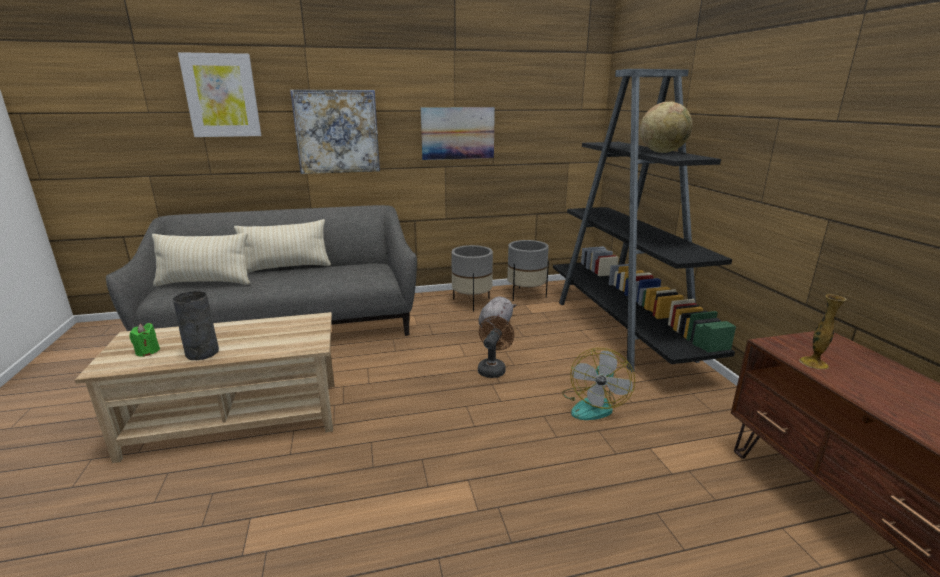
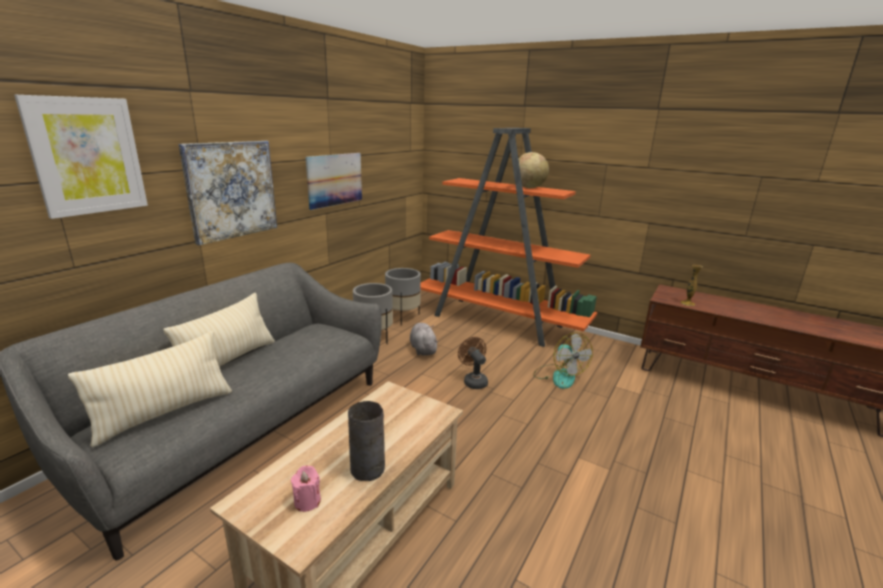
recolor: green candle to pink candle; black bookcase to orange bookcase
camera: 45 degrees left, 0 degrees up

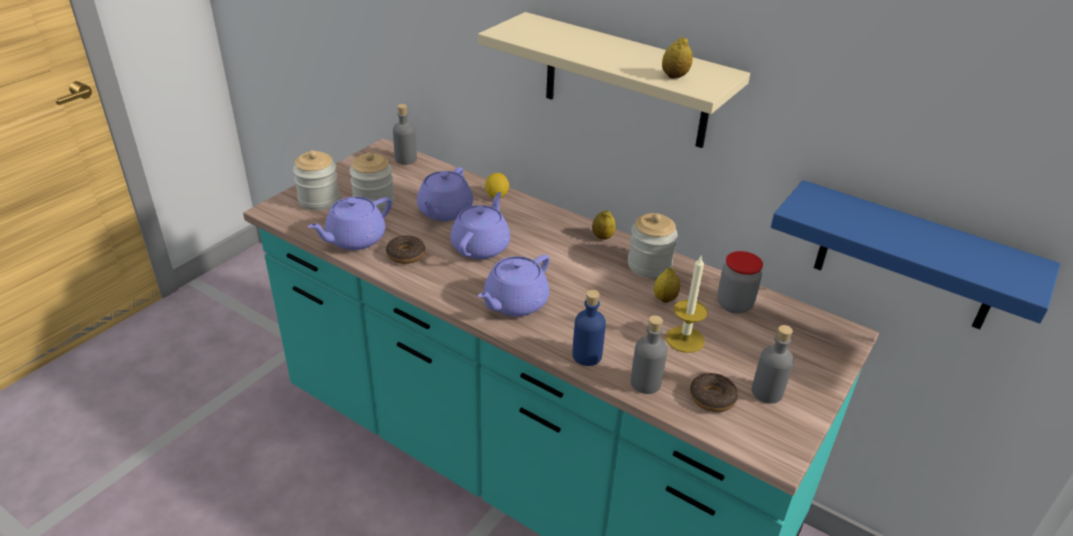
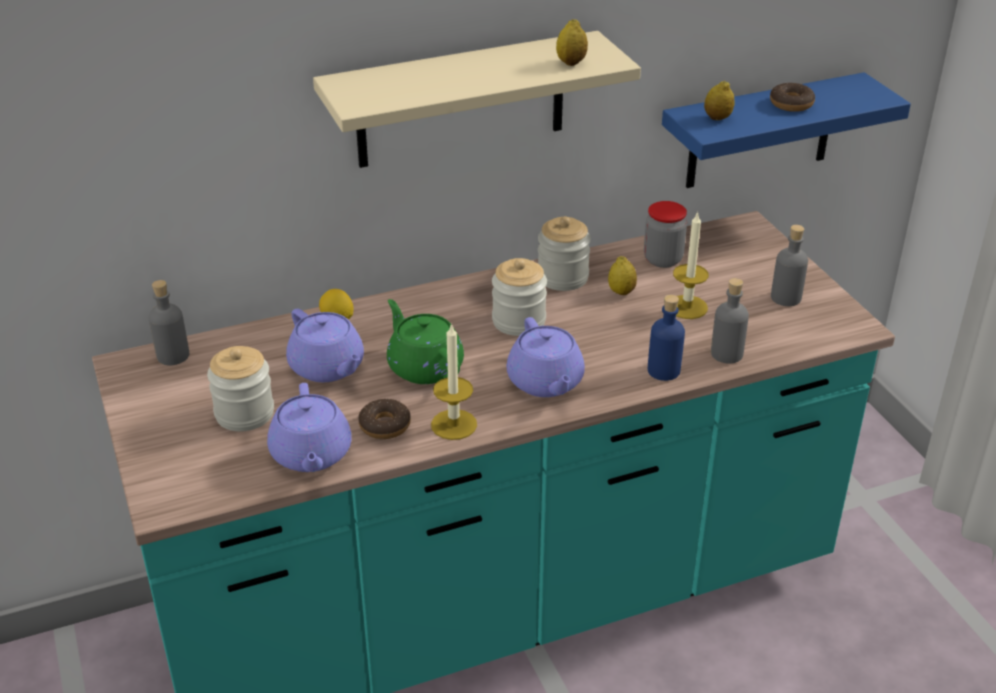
insert: candle (1st from left)
move: jar (1st from left in the first image) to jar (2nd from left); lemon (2nd from left in the first image) to lemon (4th from left); donut (2nd from left)
recolor: purple teapot (3rd from left) to green teapot
camera: 55 degrees left, 0 degrees up

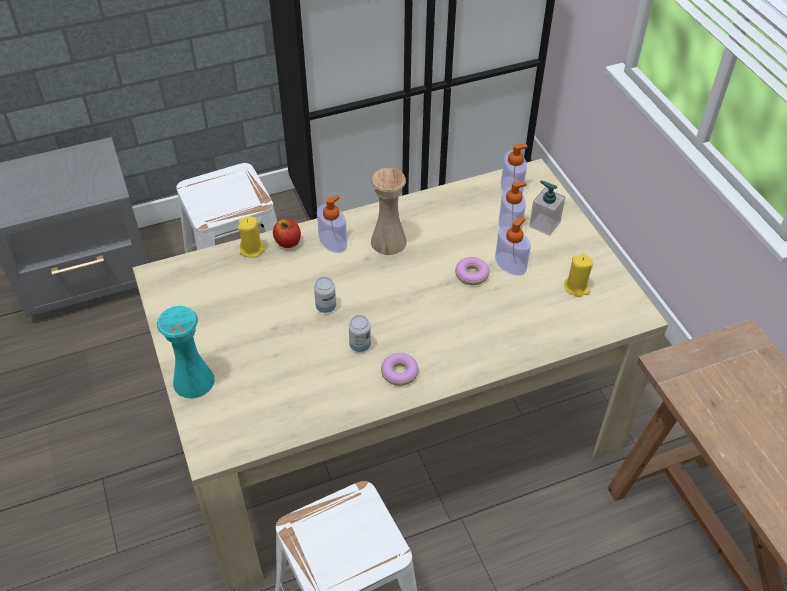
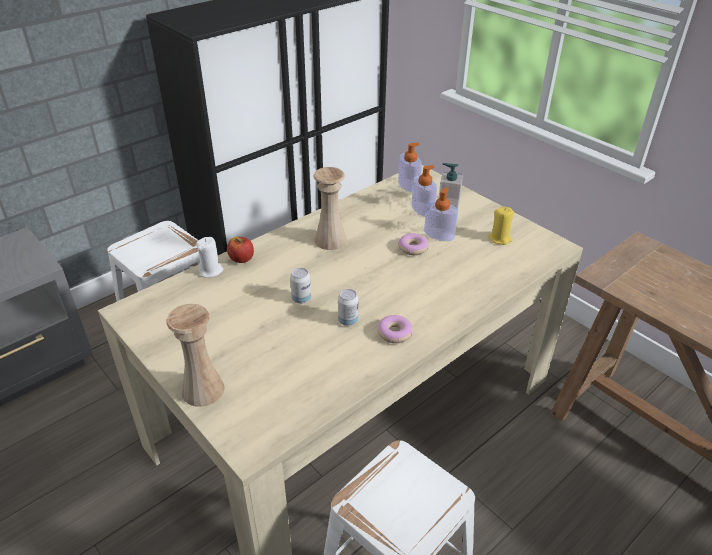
delete: soap dispenser (1st from left)
recolor: turquoise vase to beige vase (1st from left); yellow candle (1st from left) to white candle
camera: 20 degrees left, 10 degrees down

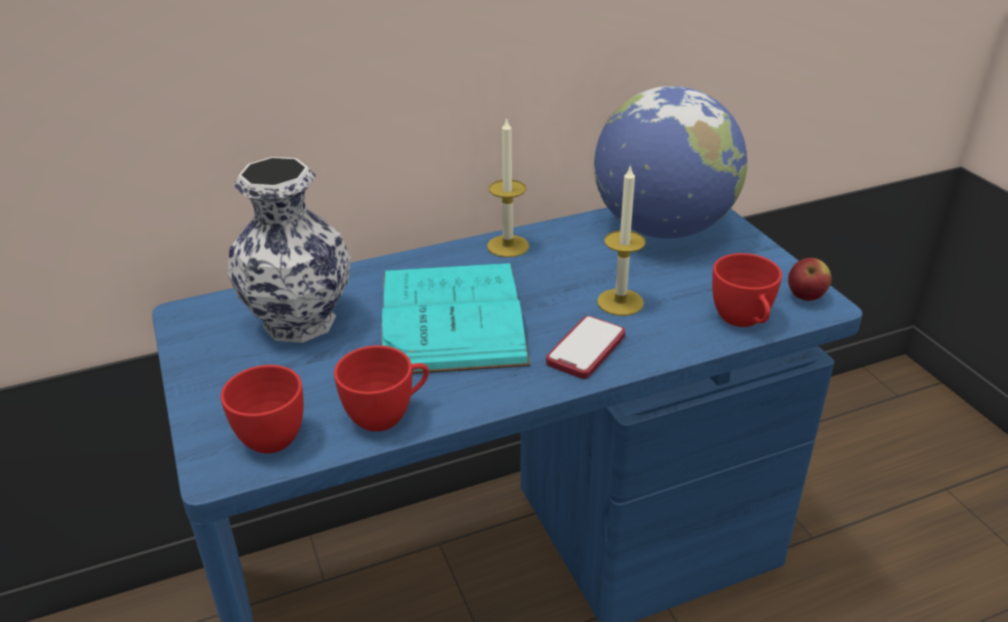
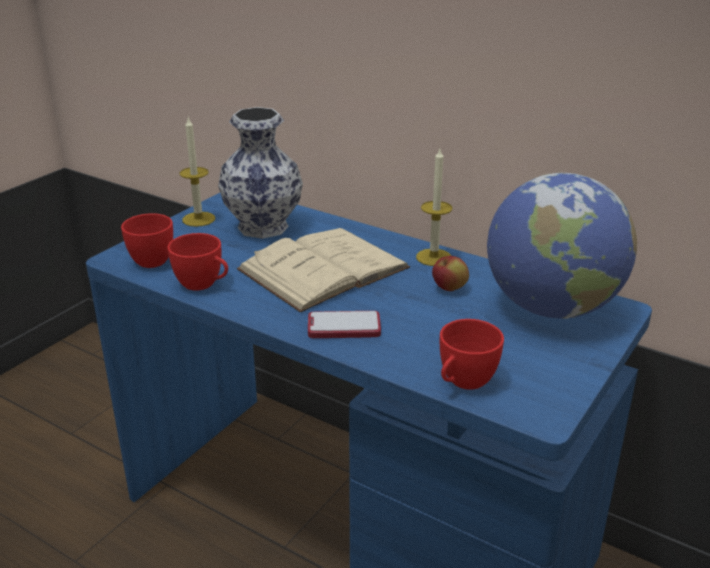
move: candle (2nd from left in the first image) to candle (1st from left); apple
recolor: turquoise book to beige book
camera: 55 degrees right, 5 degrees down

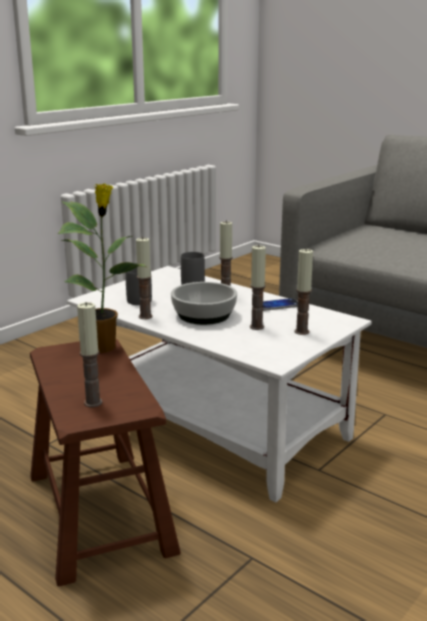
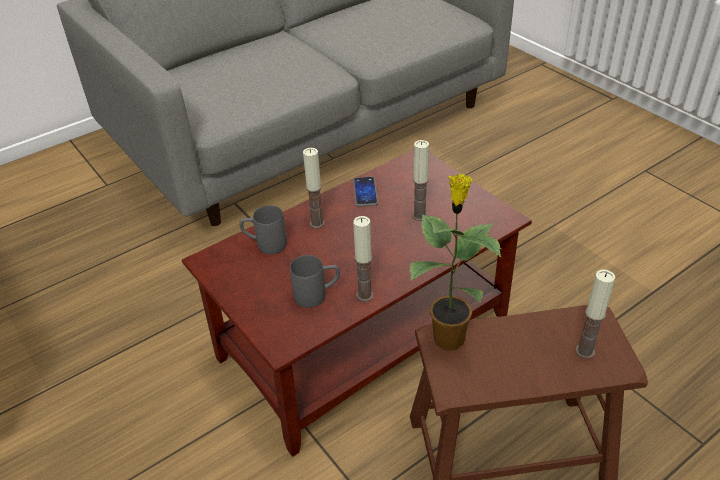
delete: bowl; candle (5th from left)
recolor: white coffee table to brown coffee table
camera: 75 degrees left, 20 degrees up

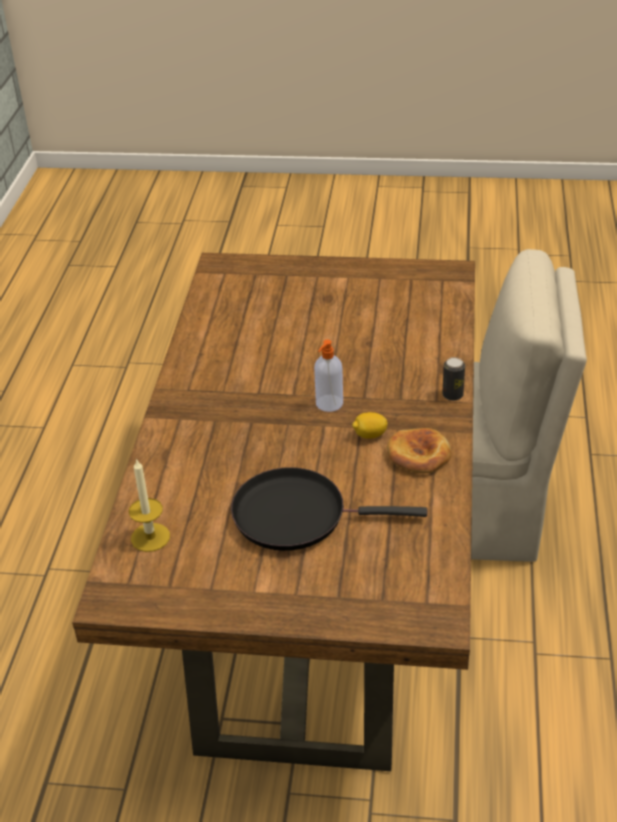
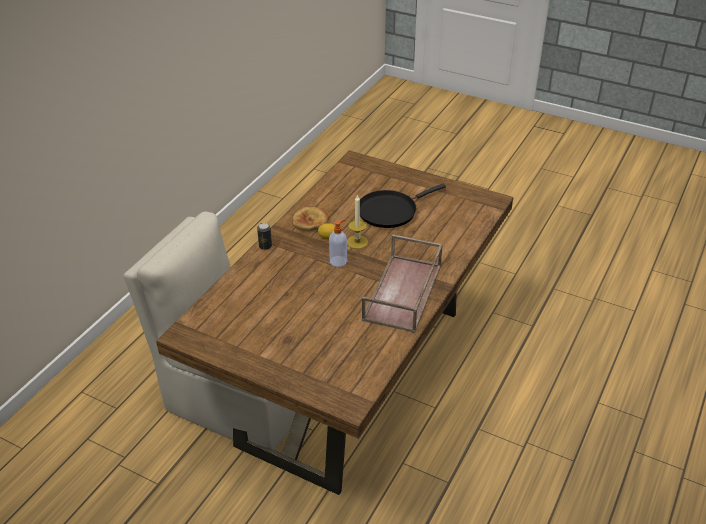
insert: brown tray
move: candle
rotate: black frying pan 120 degrees clockwise
camera: 160 degrees left, 0 degrees up

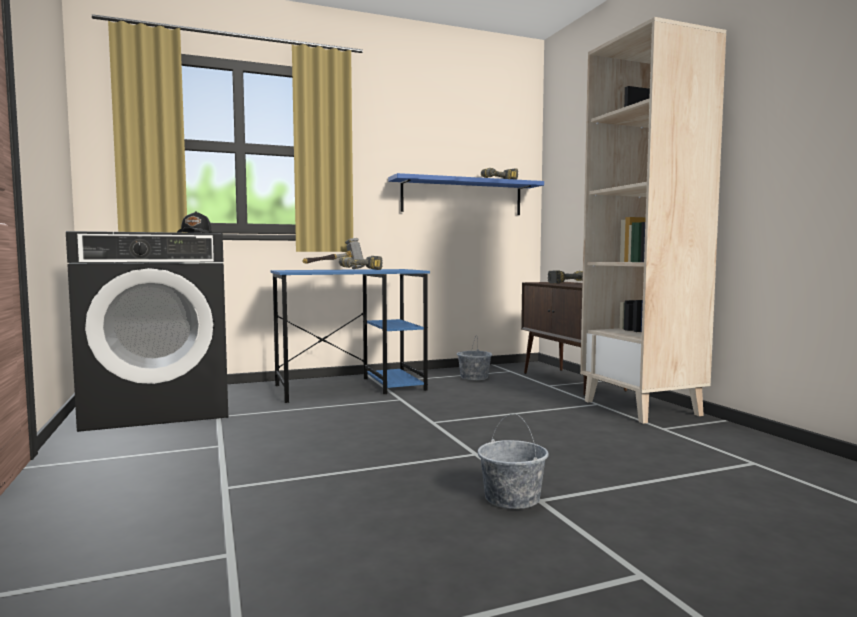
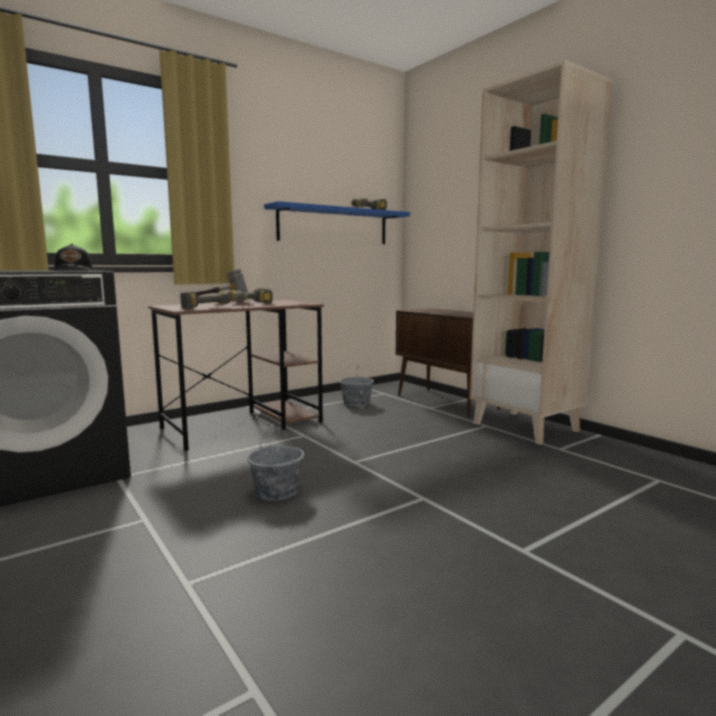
move: grey bucket (2nd from left in the first image) to grey bucket (1st from left); power drill (3rd from left in the first image) to power drill (1st from left)
recolor: blue desk to brown desk
camera: 15 degrees left, 5 degrees up

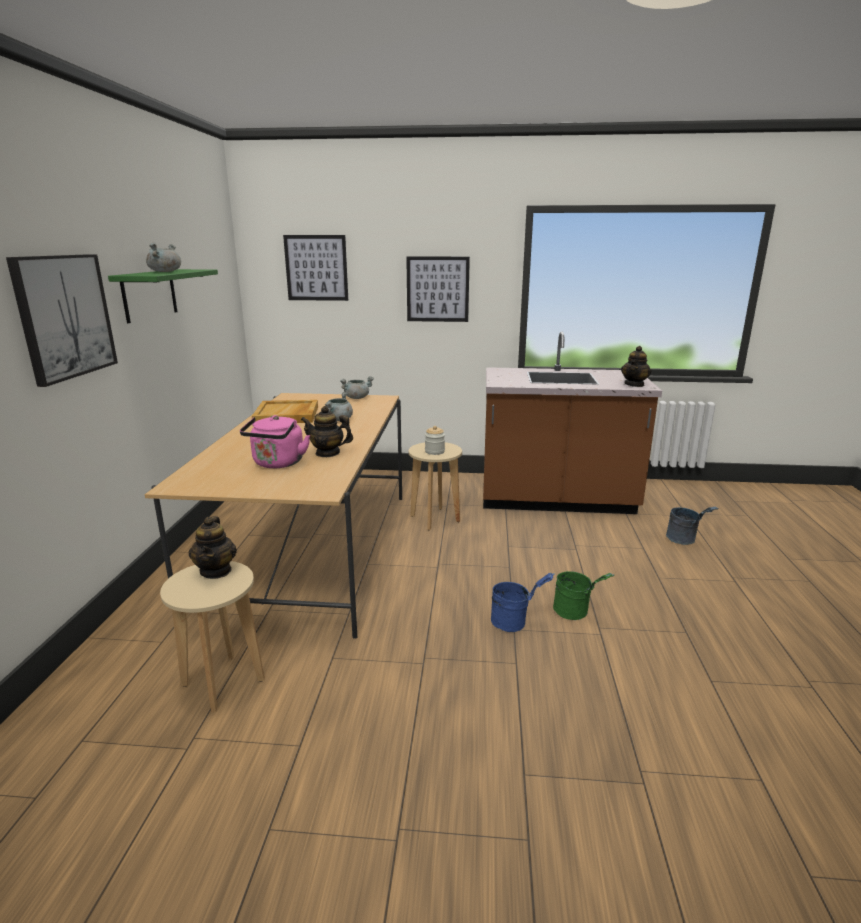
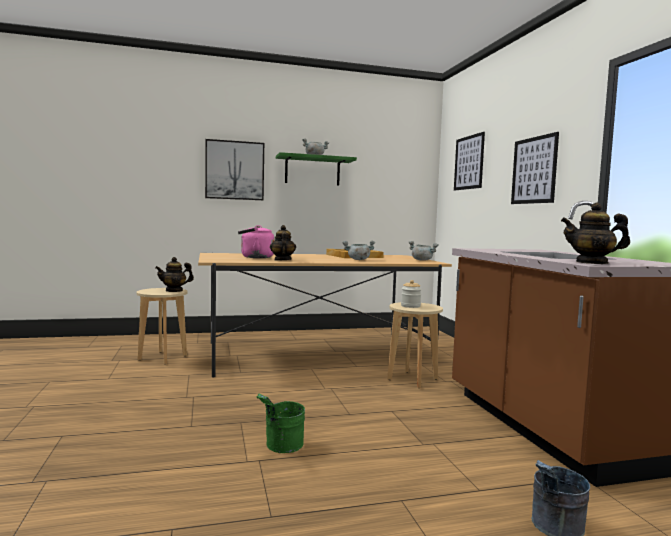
delete: blue bucket
camera: 70 degrees right, 15 degrees down

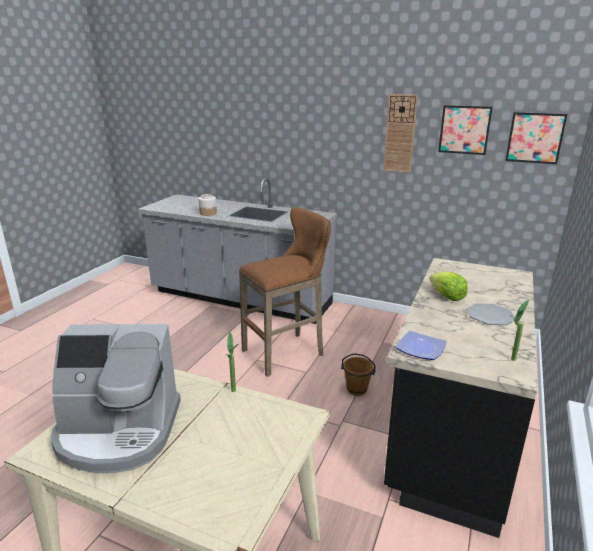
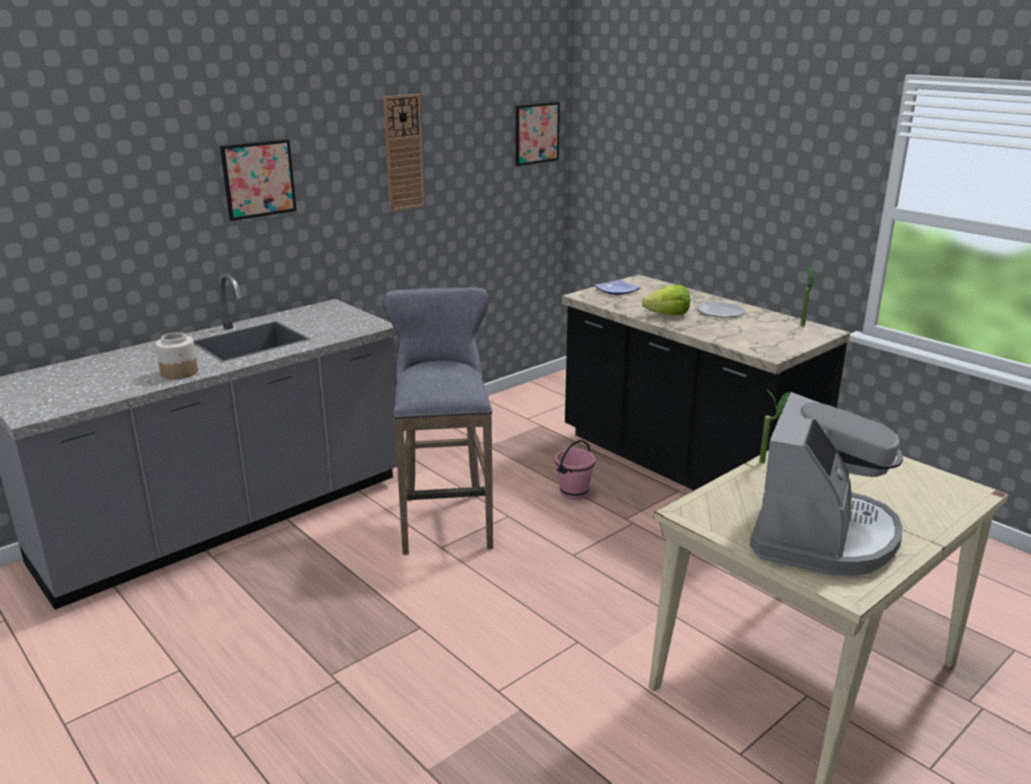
move: plate (1st from left); picture (1st from left)
recolor: brown stool to grey stool; brown bucket to pink bucket
camera: 65 degrees left, 0 degrees up

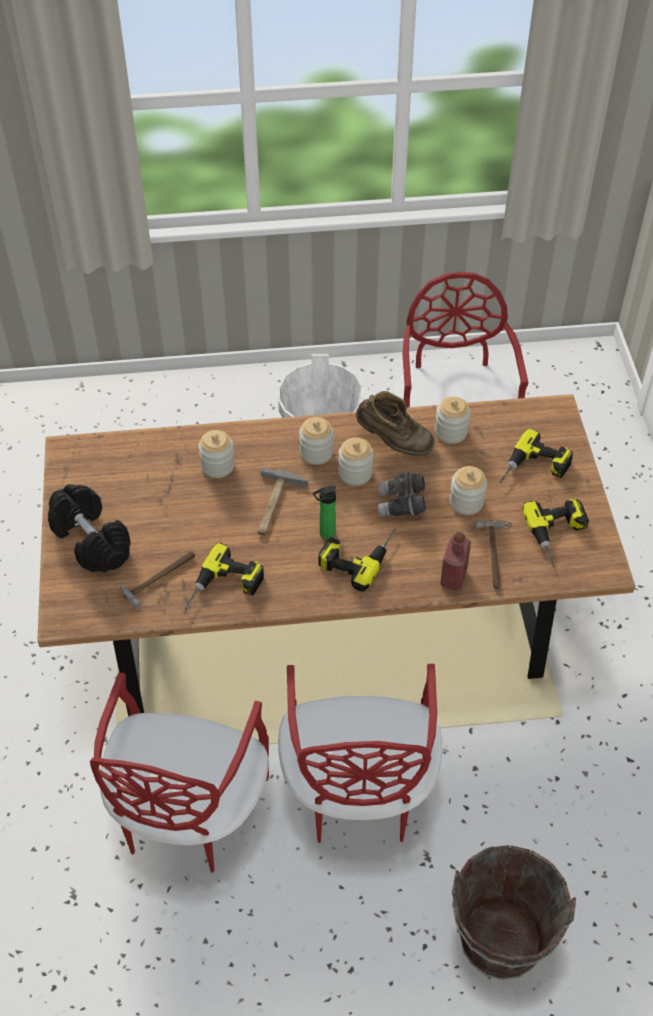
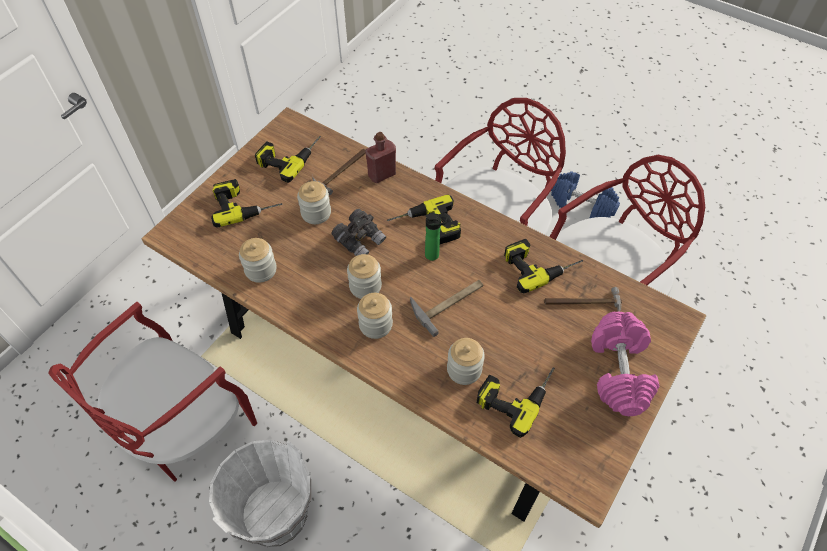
delete: brown boot; brown bucket
insert: power drill (4th from left); blue dumbbell
recolor: black dumbbell to pink dumbbell
camera: 140 degrees left, 5 degrees up

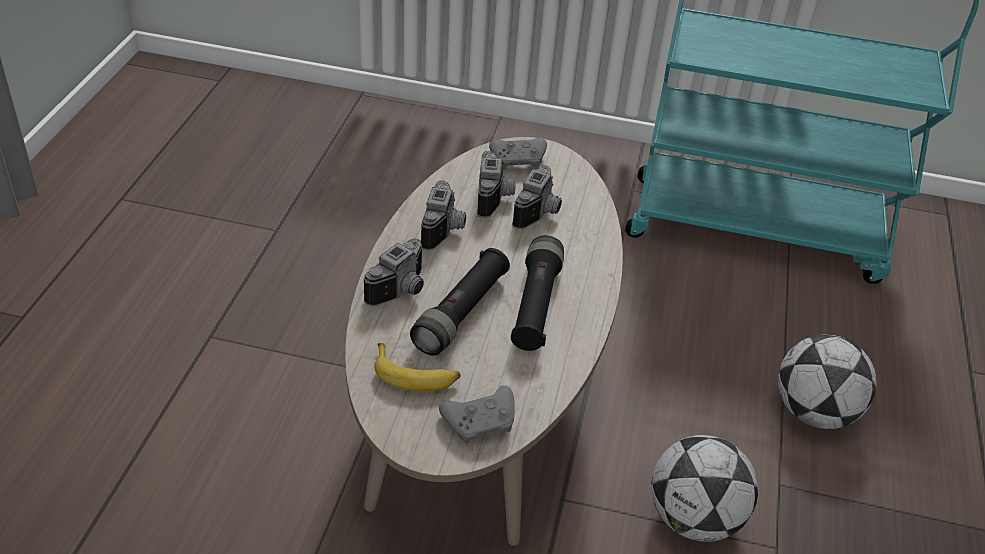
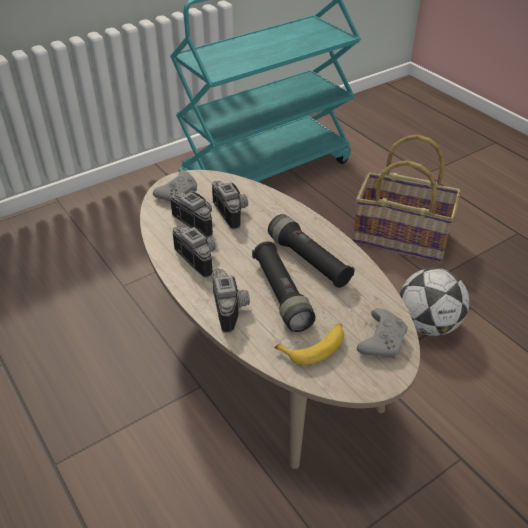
replace: football (2nd from left) to basket
camera: 45 degrees left, 0 degrees up

